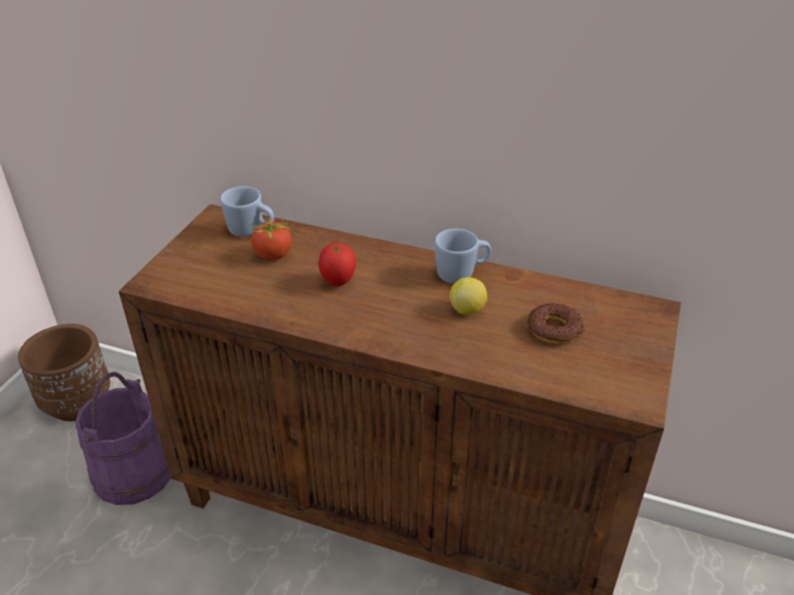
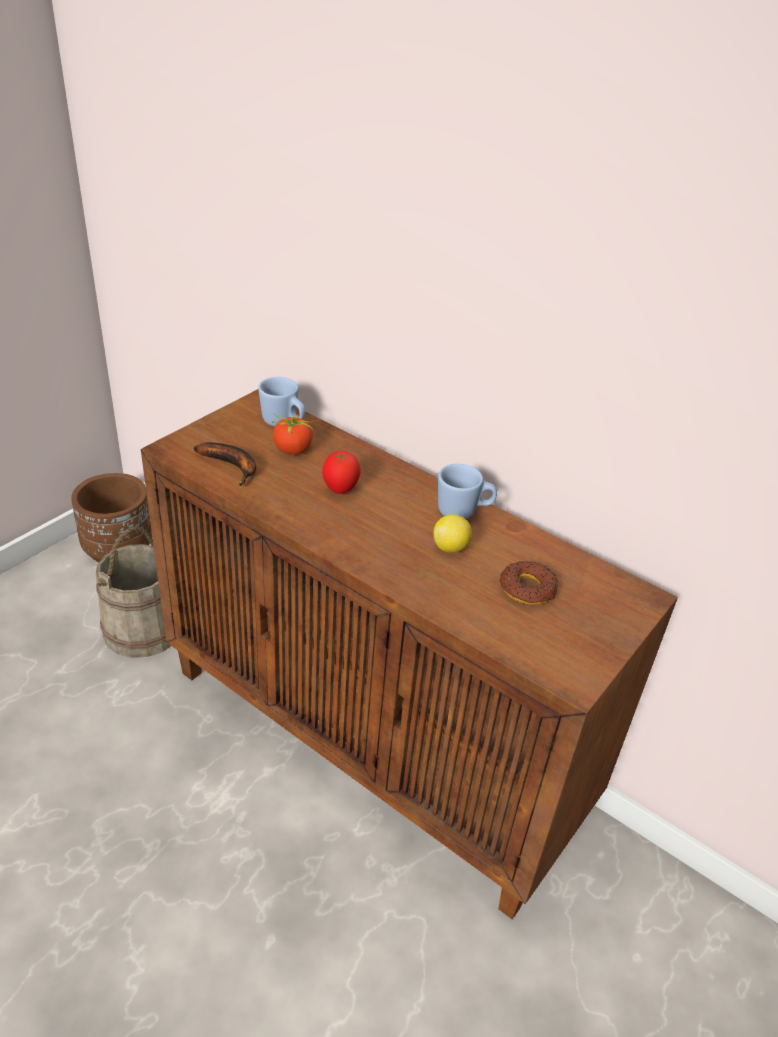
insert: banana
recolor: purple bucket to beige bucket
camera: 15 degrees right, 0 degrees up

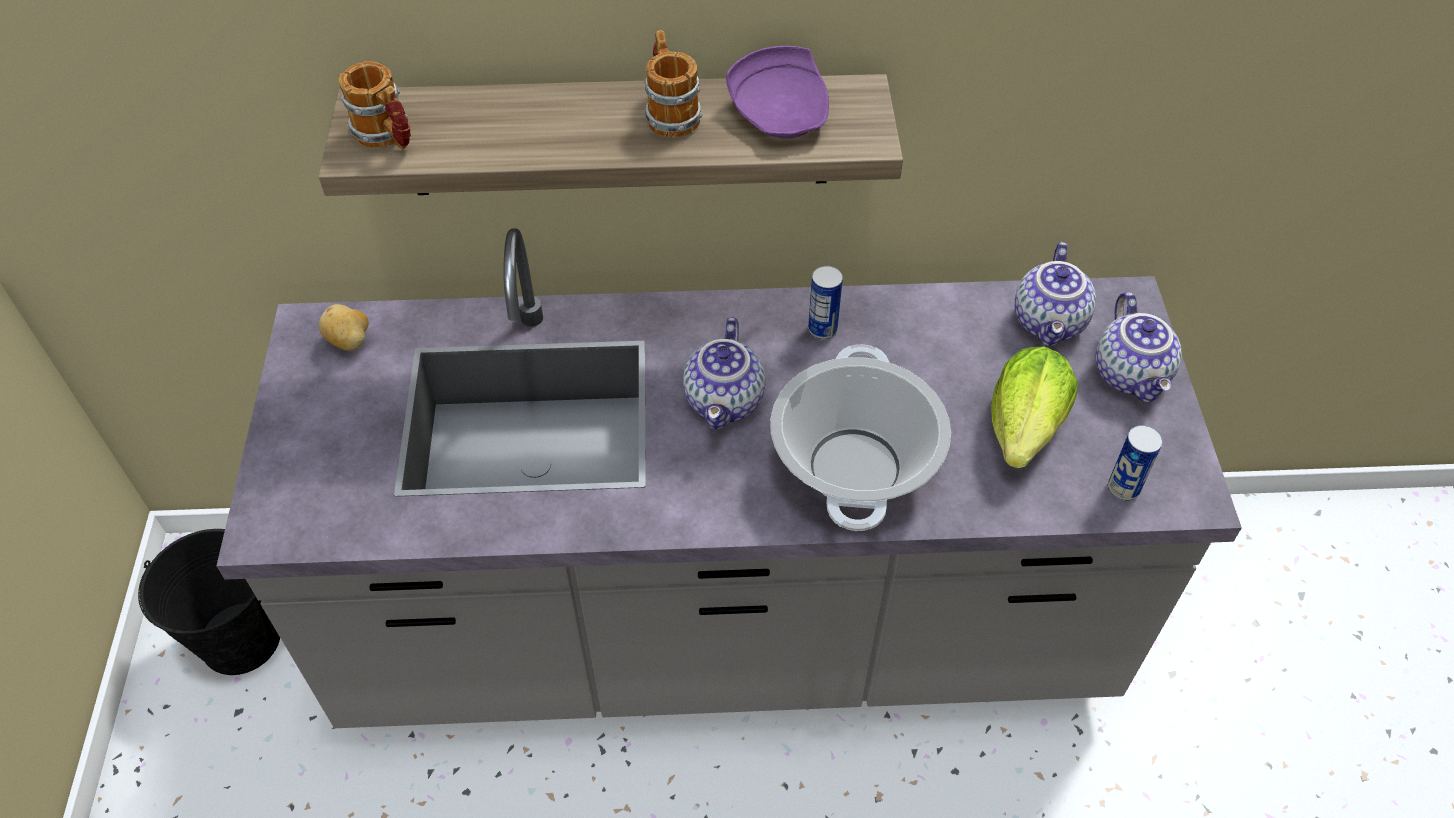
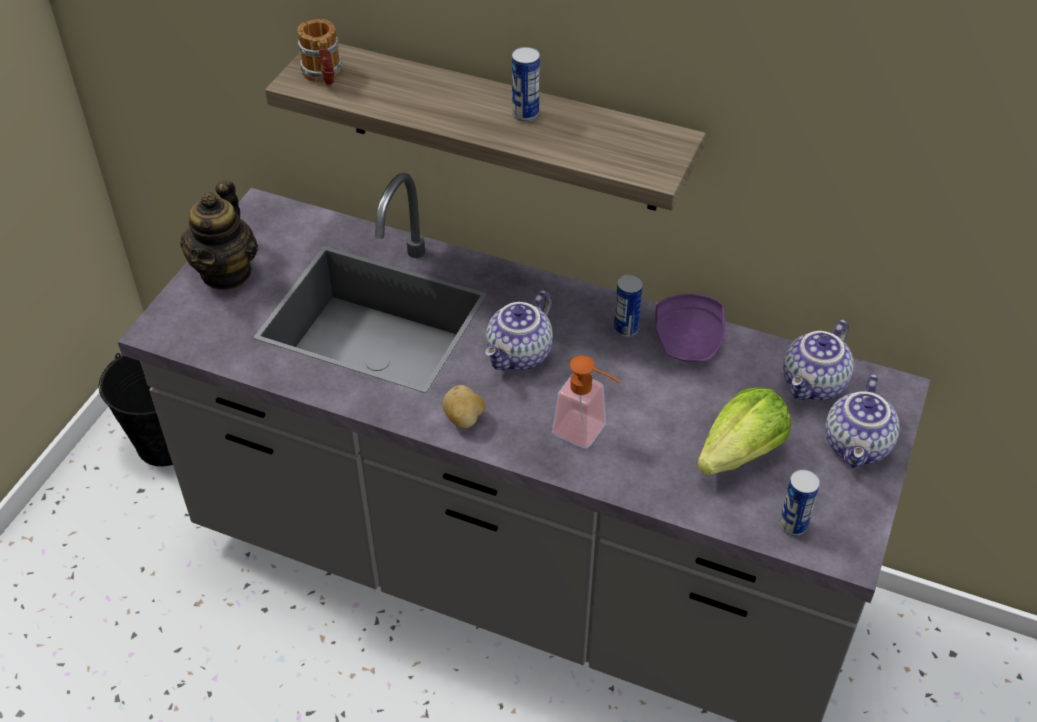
insert: teapot (1st from left)
move: potato; purple plate
replace: mug (2nd from left) to can (1st from left); cooking pot to soap dispenser
camera: 25 degrees right, 5 degrees down

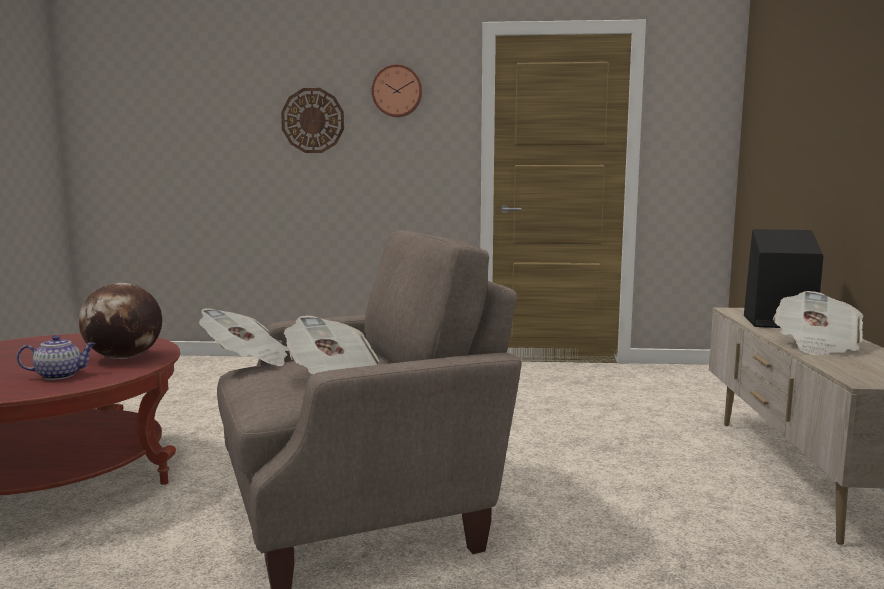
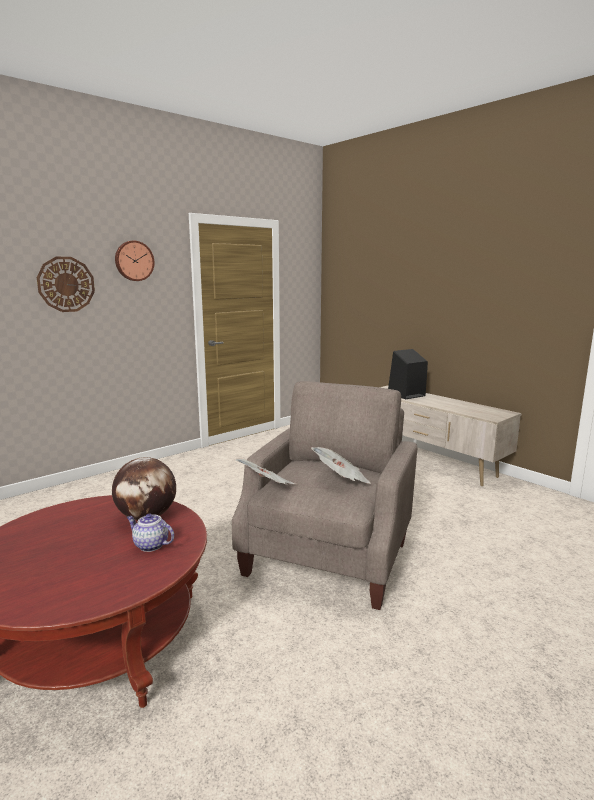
delete: newspaper (3rd from left)
rotate: teapot 90 degrees counterclockwise
camera: 45 degrees left, 5 degrees up

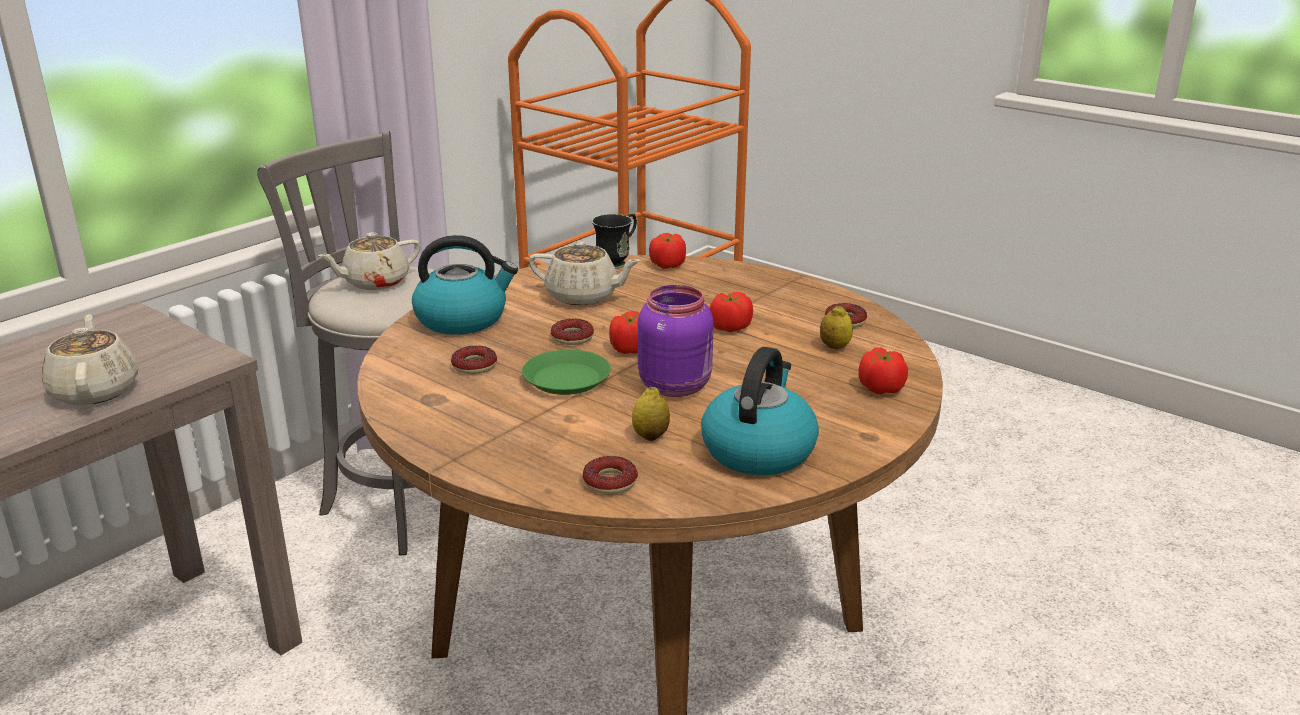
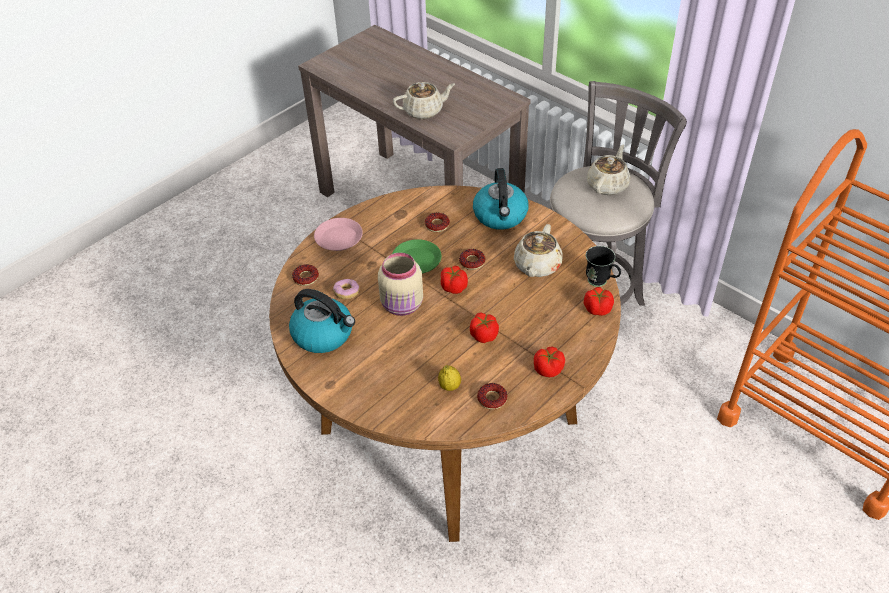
insert: pink plate
move: tomato (4th from left in the first image) to tomato (3rd from left)
replace: lemon (1st from left) to donut (2nd from left)
recolor: purple jar to beige jar
rotate: beige teapot (2nd from left in the first image) 60 degrees clockwise
camera: 95 degrees right, 20 degrees up

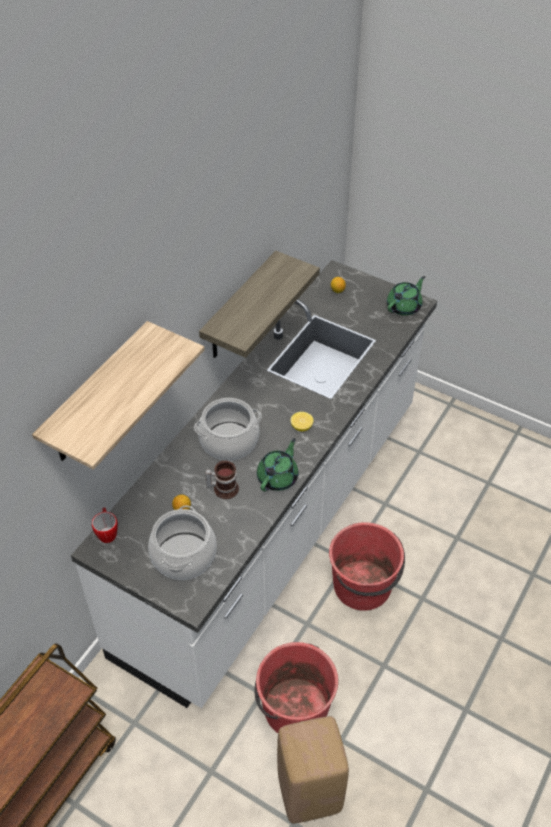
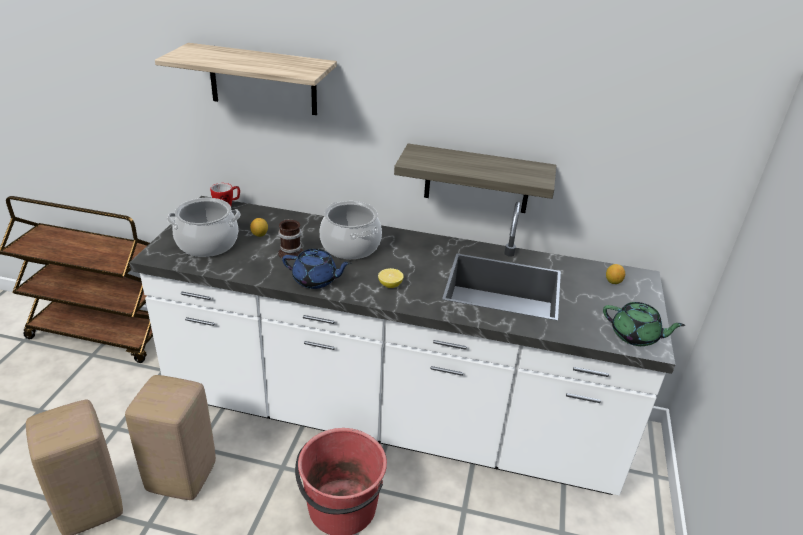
replace: red bucket (1st from left) to beige stool (2nd from left)
recolor: green teapot (1st from left) to blue teapot
camera: 70 degrees right, 15 degrees down

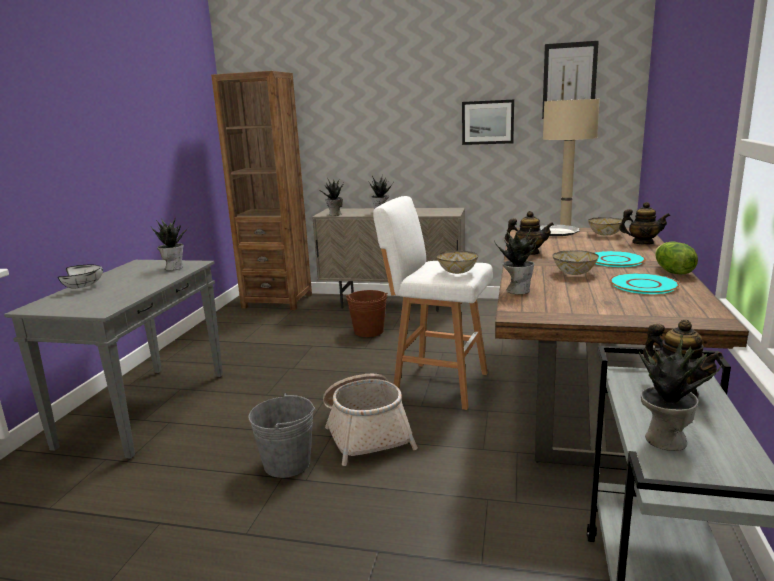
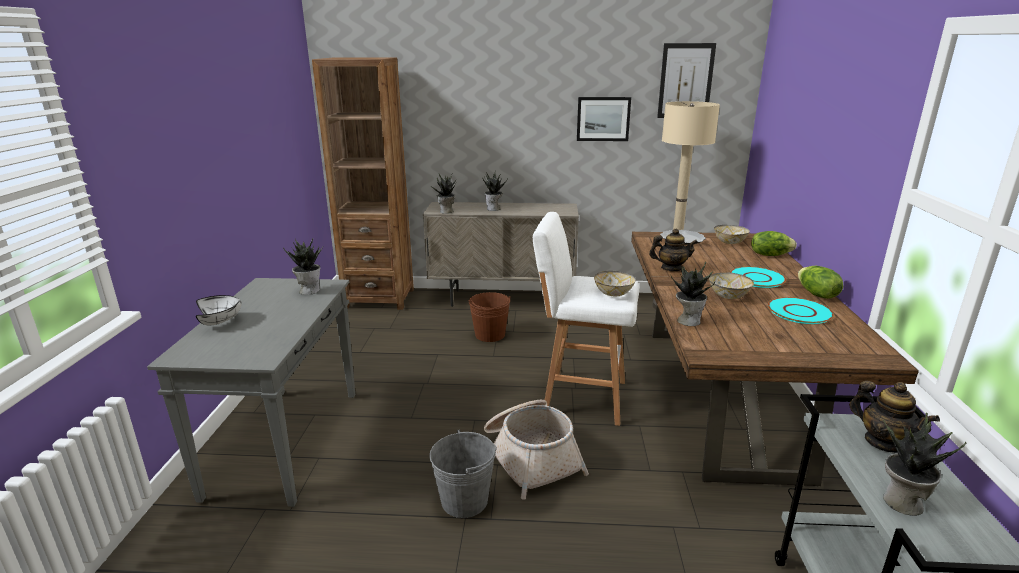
replace: teapot (2nd from left) to lettuce (1st from left)
camera: 10 degrees left, 5 degrees up

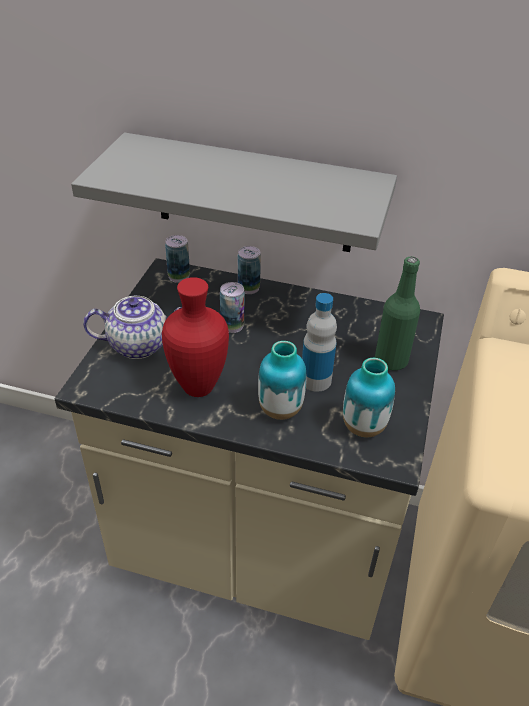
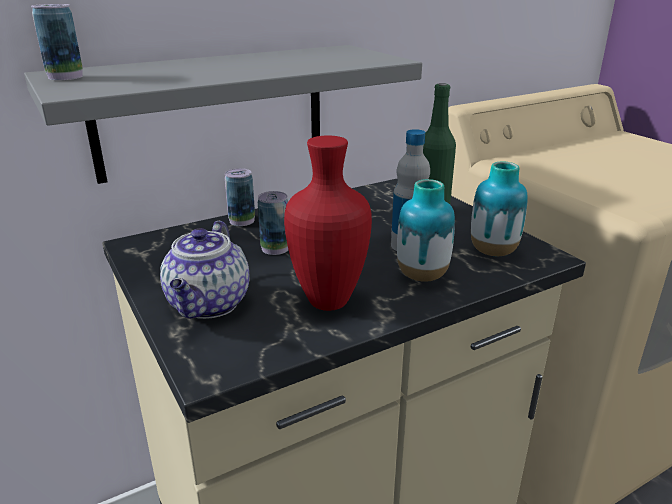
move: can (1st from left)
rotate: teapot 150 degrees clockwise
camera: 45 degrees left, 15 degrees down

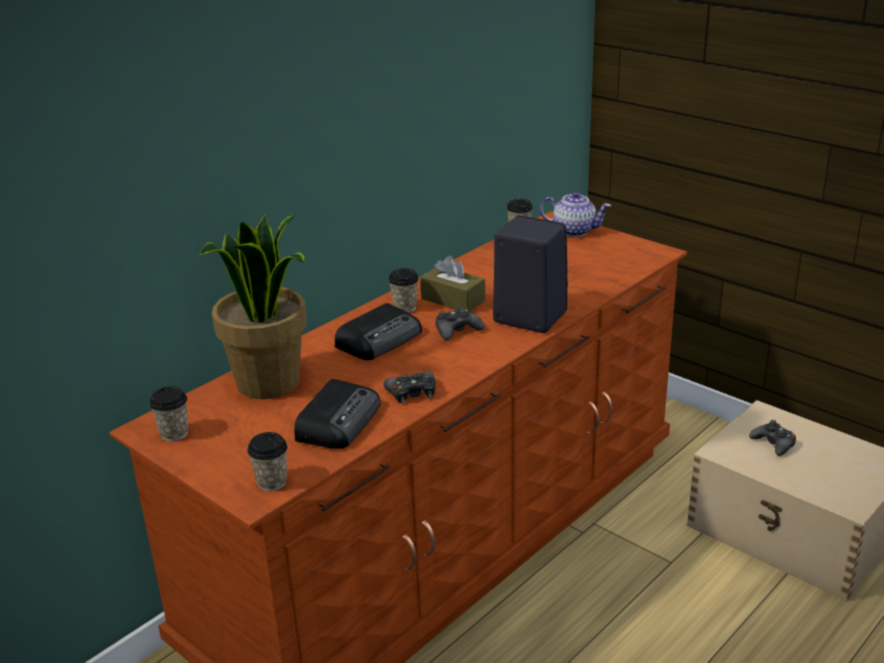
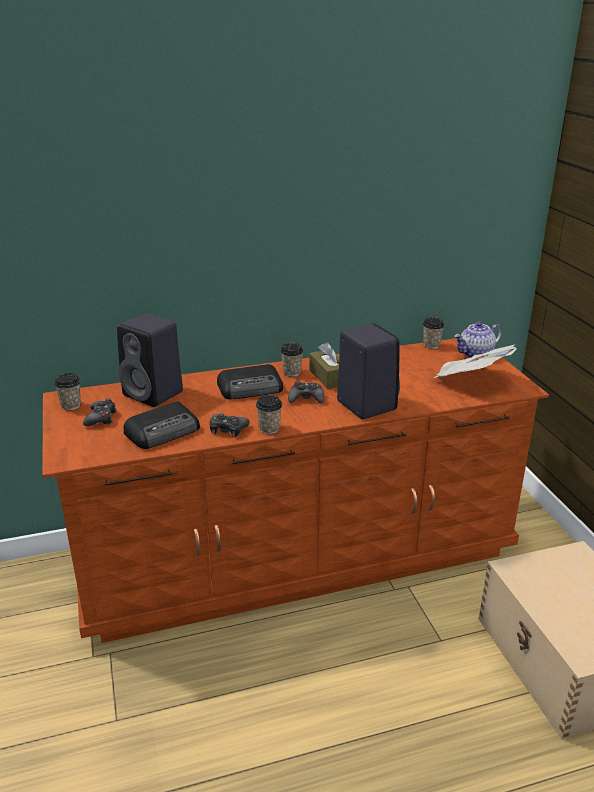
insert: newspaper
move: cup (2nd from left); black game controller (3rd from left in the first image) to black game controller (1st from left)
replace: potted plant to black speaker (1st from left)
rotate: teapot 105 degrees clockwise
camera: 30 degrees right, 0 degrees up

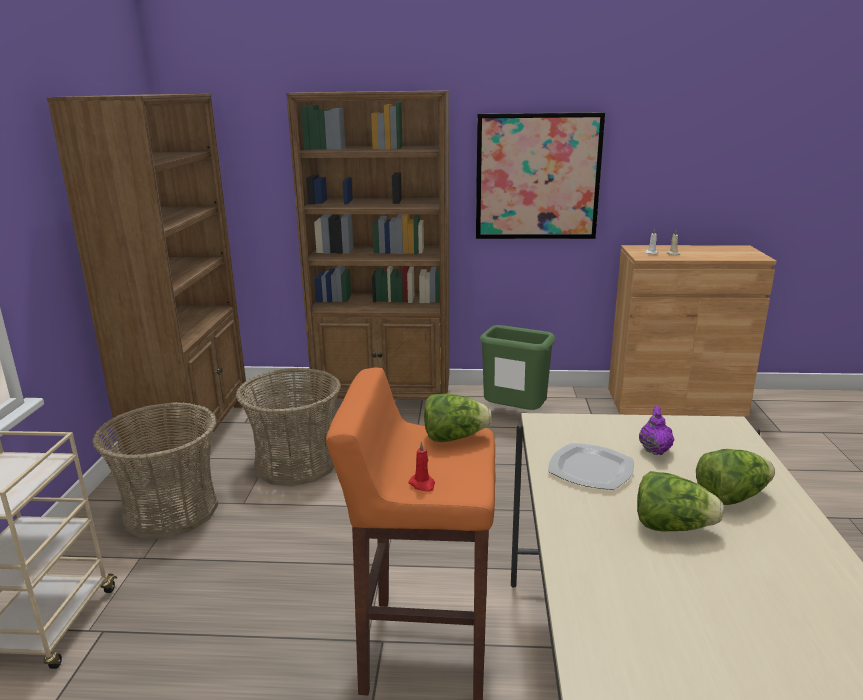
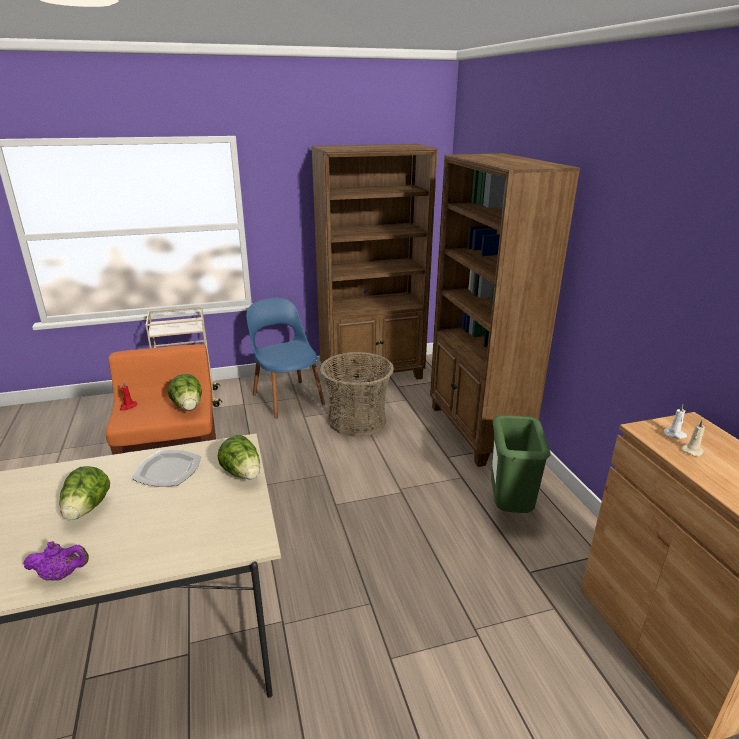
delete: picture
move: purple teapot; lettuce (3rd from left)
replace: basket (1st from left) to blue chair
camera: 70 degrees right, 5 degrees up

